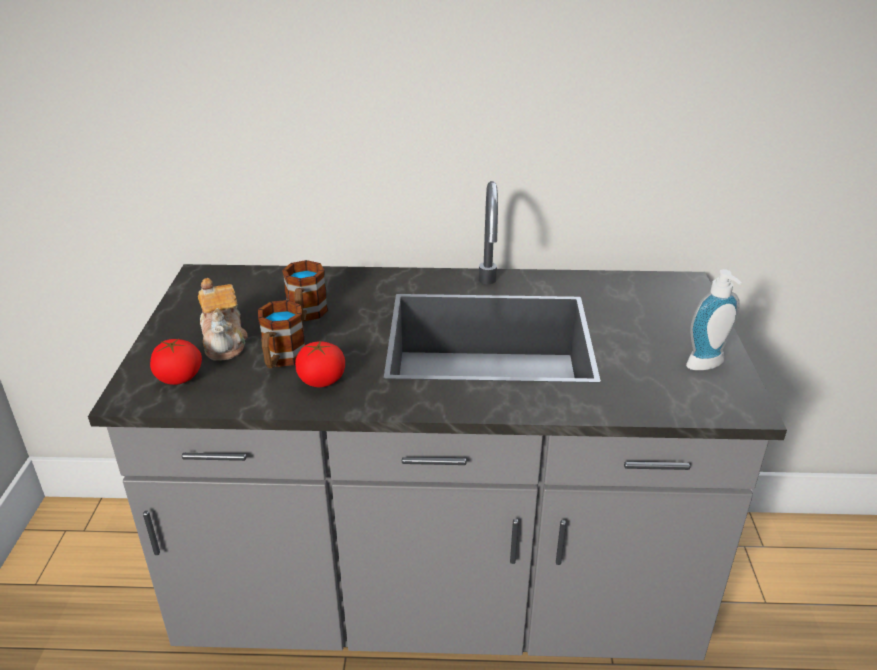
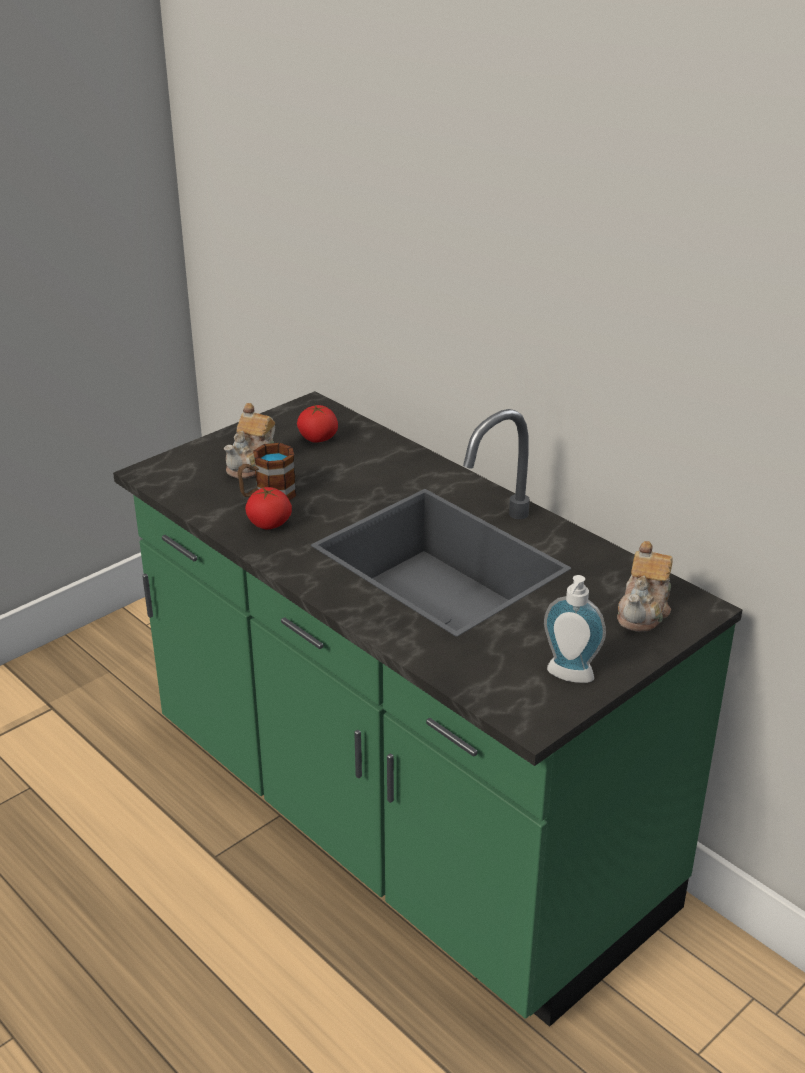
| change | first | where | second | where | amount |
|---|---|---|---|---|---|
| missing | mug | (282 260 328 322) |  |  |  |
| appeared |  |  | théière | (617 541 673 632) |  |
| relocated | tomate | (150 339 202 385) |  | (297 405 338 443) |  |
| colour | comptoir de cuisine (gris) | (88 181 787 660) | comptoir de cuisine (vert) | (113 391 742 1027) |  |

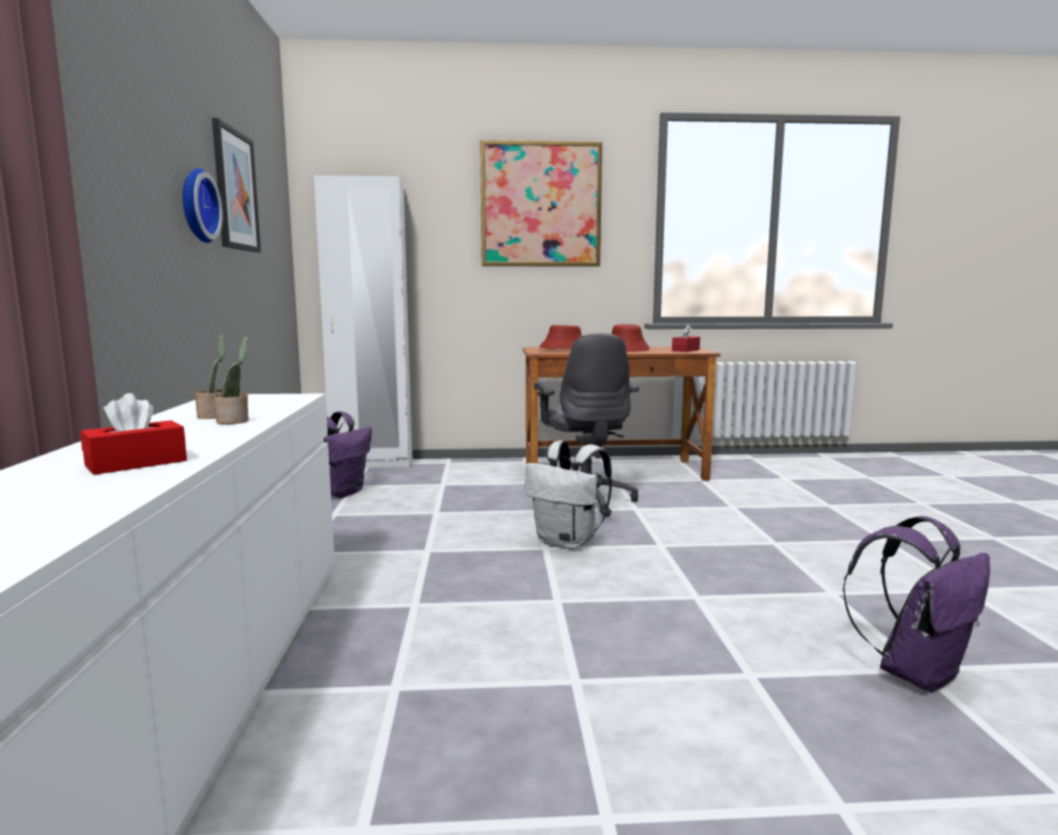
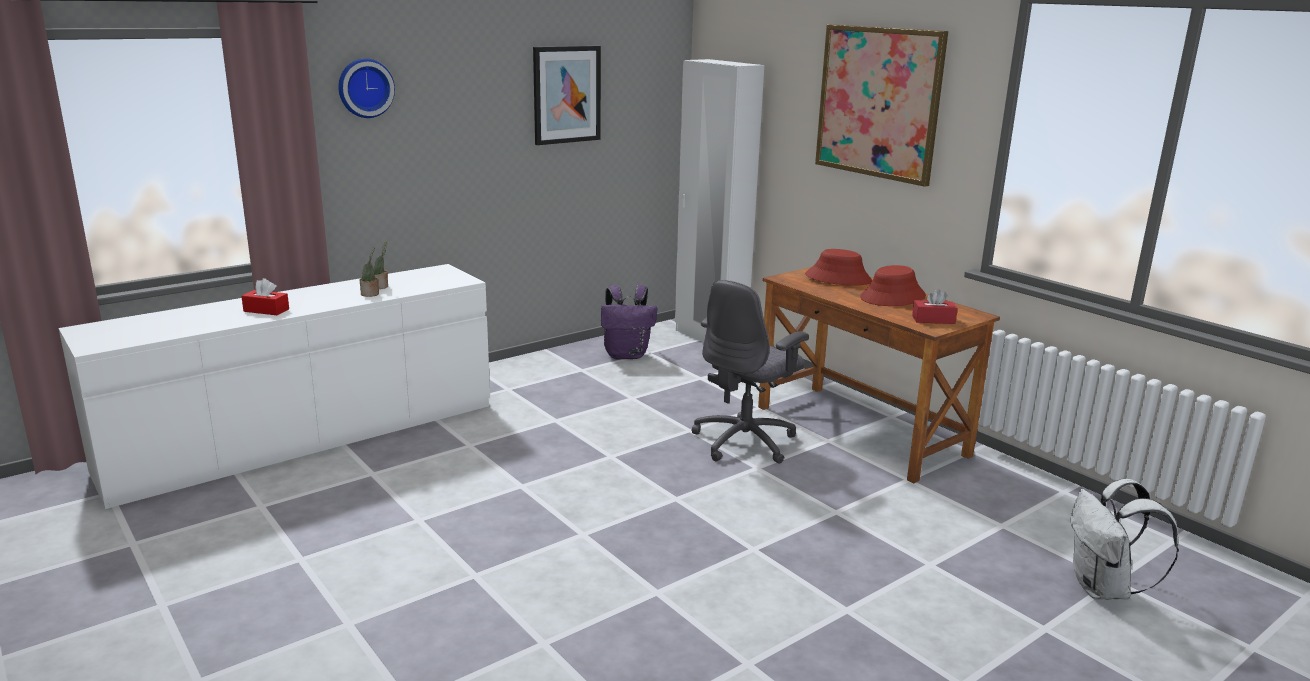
| change | first | where | second | where | amount |
|---|---|---|---|---|---|
| missing | sac à dos (violet) | (843 516 990 693) |  |  |  |
| relocated | horloge murale | (183 168 223 243) |  | (338 58 395 118) |  |
| relocated | sac à dos (blanc) | (524 440 612 550) |  | (1070 479 1179 600) |  |

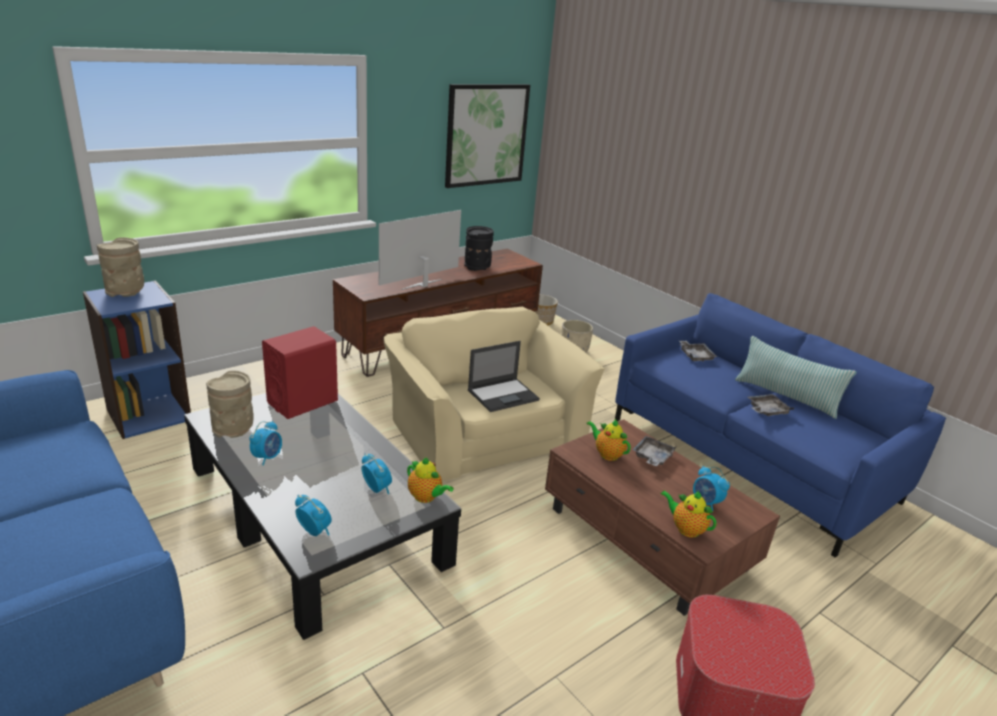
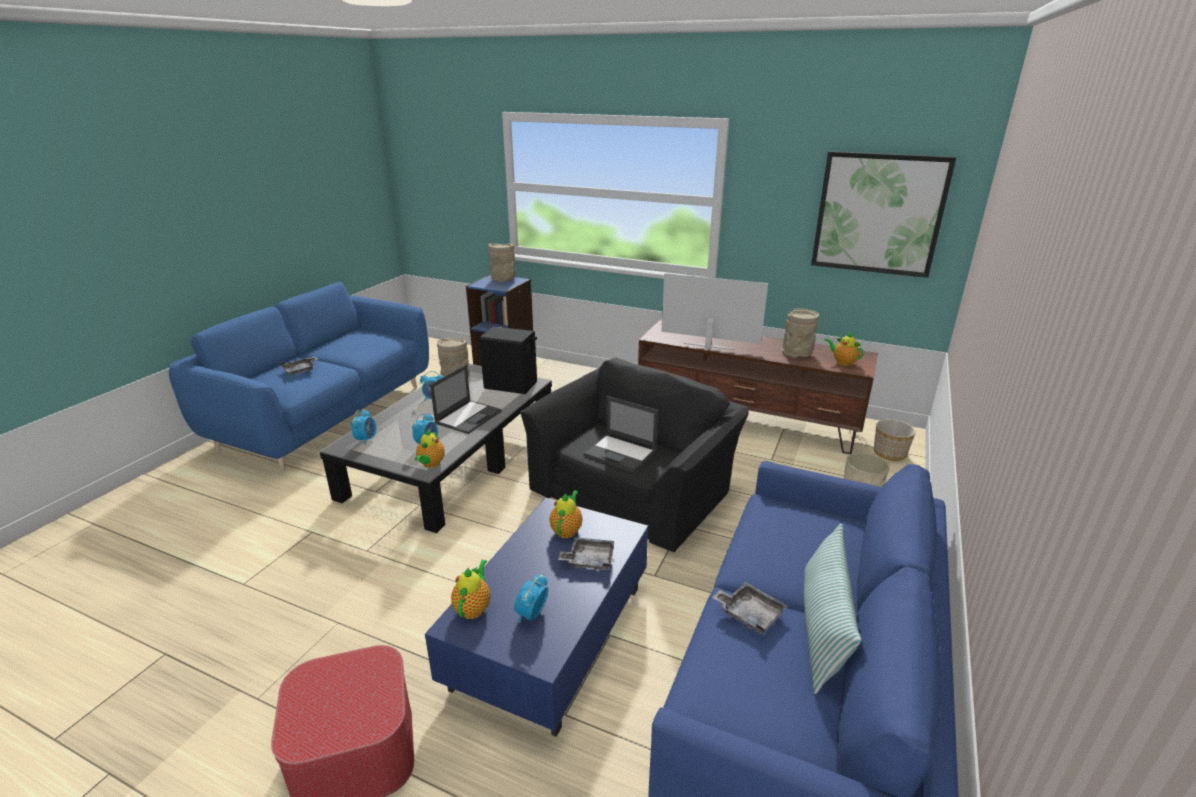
| change | first | where | second | where | amount |
|---|---|---|---|---|---|
| appeared |  |  | ordinateur portable | (430 365 502 434) |  |
| appeared |  |  | théière | (824 332 864 366) |  |
| relocated | plateau (gris) | (679 341 717 362) |  | (280 357 318 375) |  |
| colour | enceinte (rouge) | (262 326 338 419) | enceinte (noir) | (479 327 537 394) |  |
| colour | fauteuil (beige) | (384 307 605 481) | fauteuil (noir) | (520 358 749 552) |  |
| colour | vase (noir) | (464 226 494 271) | vase (beige) | (782 308 819 358) |  |
| colour | table basse (marron) | (545 419 780 616) | table basse (bleu) | (425 498 648 737) |  |

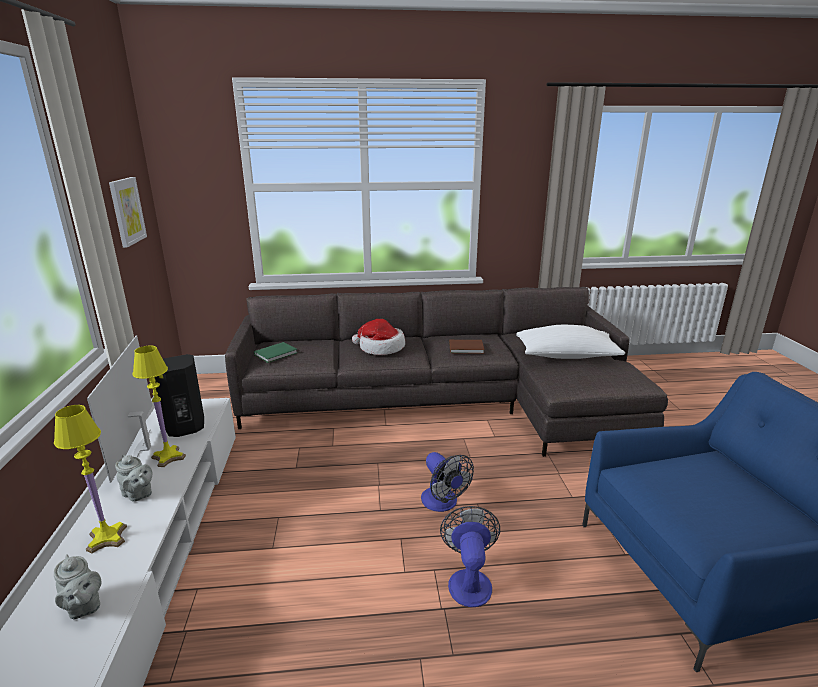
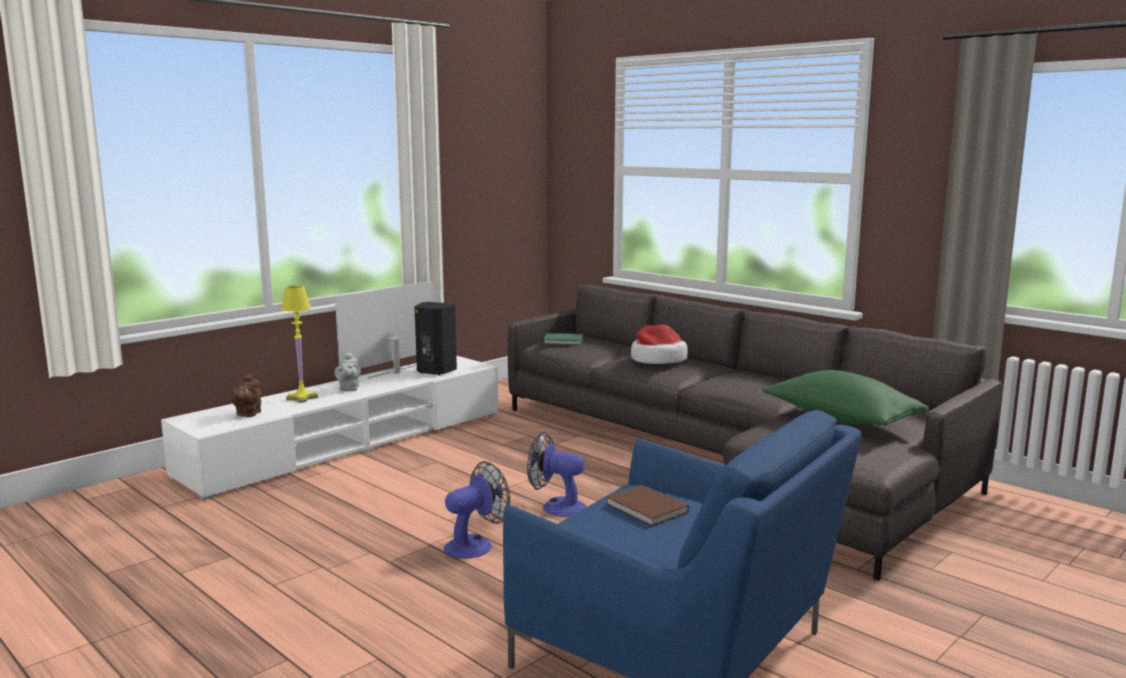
| change | first | where | second | where | amount |
|---|---|---|---|---|---|
| missing | tableau | (109 177 147 248) |  |  |  |
| missing | lampe de table (jaune) | (132 346 186 467) |  |  |  |
| relocated | livre (marron) | (449 340 484 354) |  | (606 485 689 526) |  |
| colour | théière (gris) | (54 554 102 620) | théière (marron) | (230 374 261 417) |  |
| colour | coussin (blanc) | (516 325 625 359) | coussin (vert) | (762 370 929 426) |  |
| spun | ventilateur | (421 452 474 512) |  | (527 432 586 517) | 90 degrees clockwise |

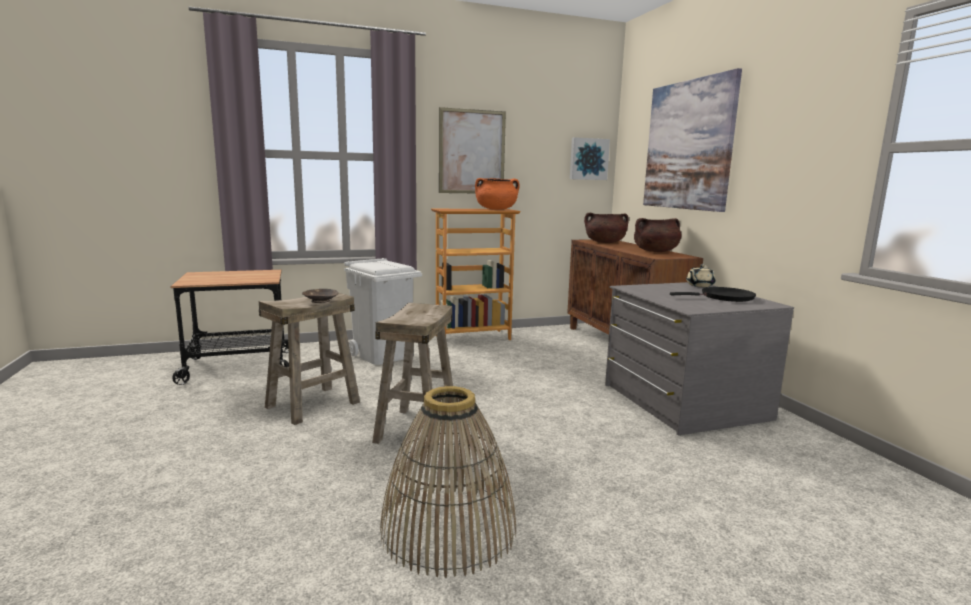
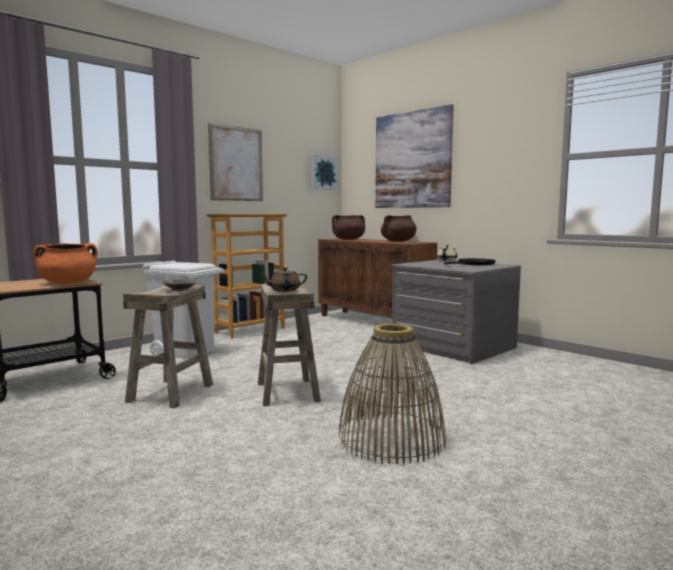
| change | first | where | second | where | amount |
|---|---|---|---|---|---|
| appeared |  |  | théière (marron) | (260 267 307 292) |  |
| relocated | marmite (orange) | (475 178 520 210) |  | (33 243 98 284) |  |

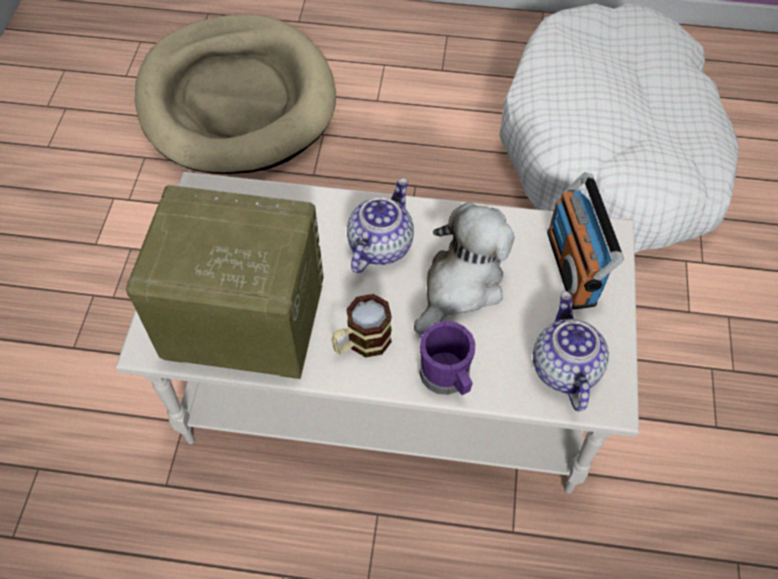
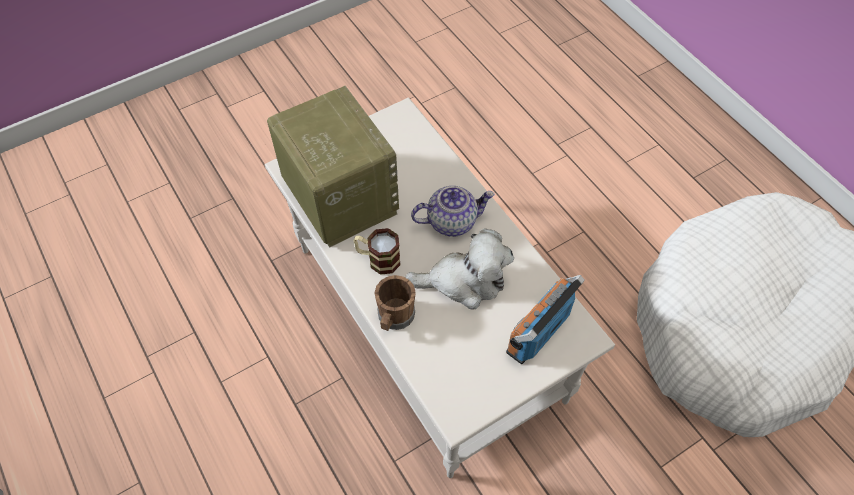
| change | first | where | second | where | amount |
|---|---|---|---|---|---|
| missing | panier pour chien (beige) | (135 14 336 174) |  |  |  |
| missing | théière | (533 291 609 411) |  |  |  |
| colour | mug (violet) | (420 321 475 395) | mug (marron) | (375 275 416 331) |  |

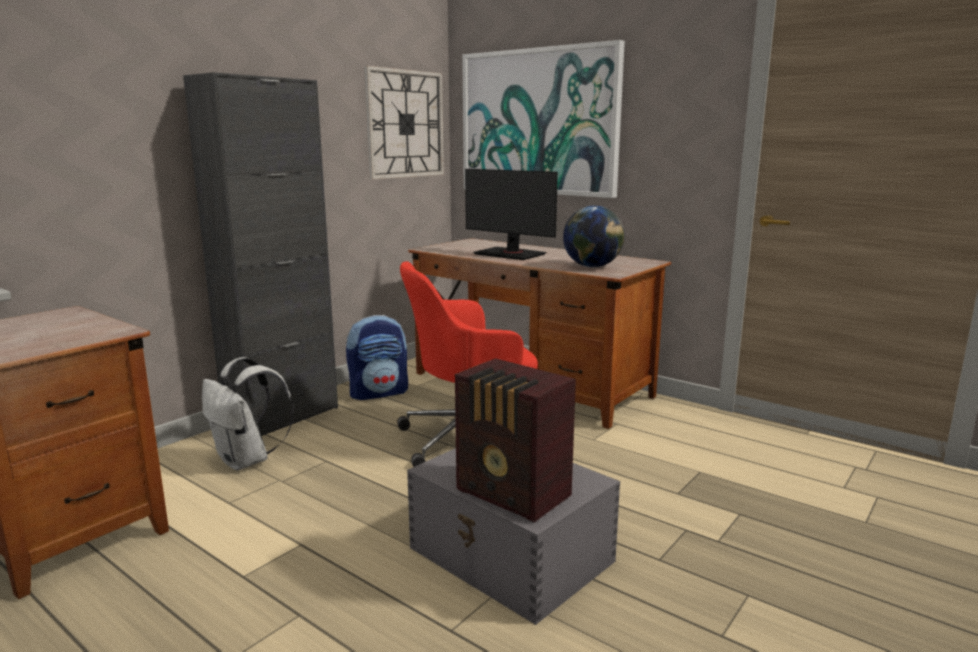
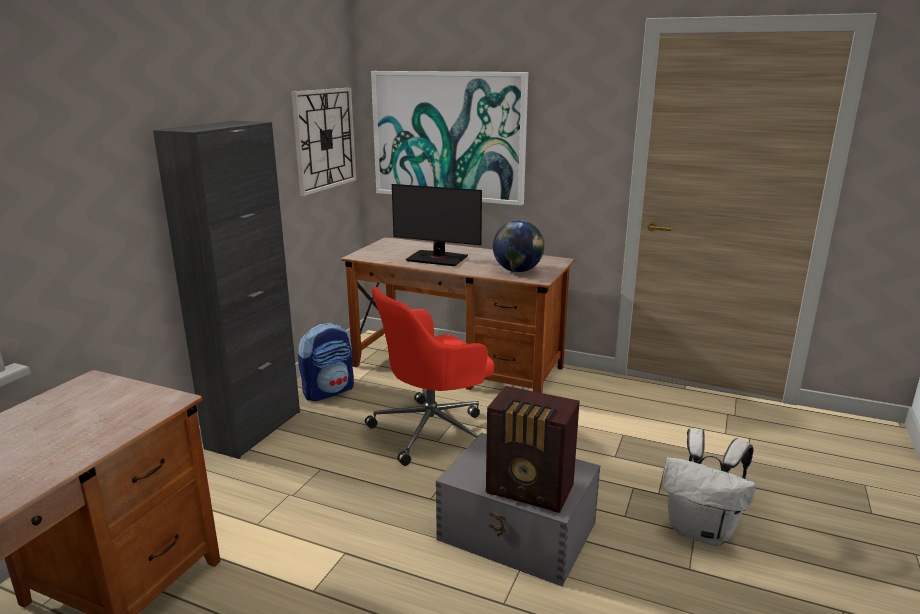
| change | first | where | second | where | amount |
|---|---|---|---|---|---|
| relocated | sac à dos (blanc) | (202 357 294 471) |  | (662 428 756 546) |  |

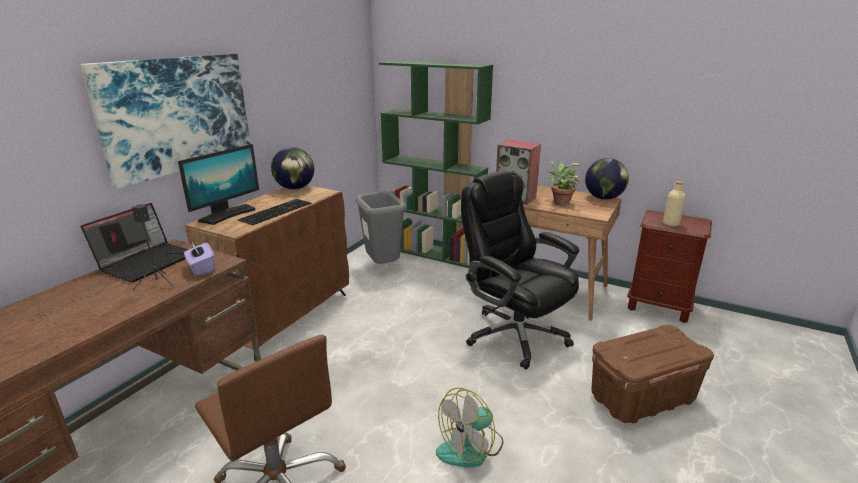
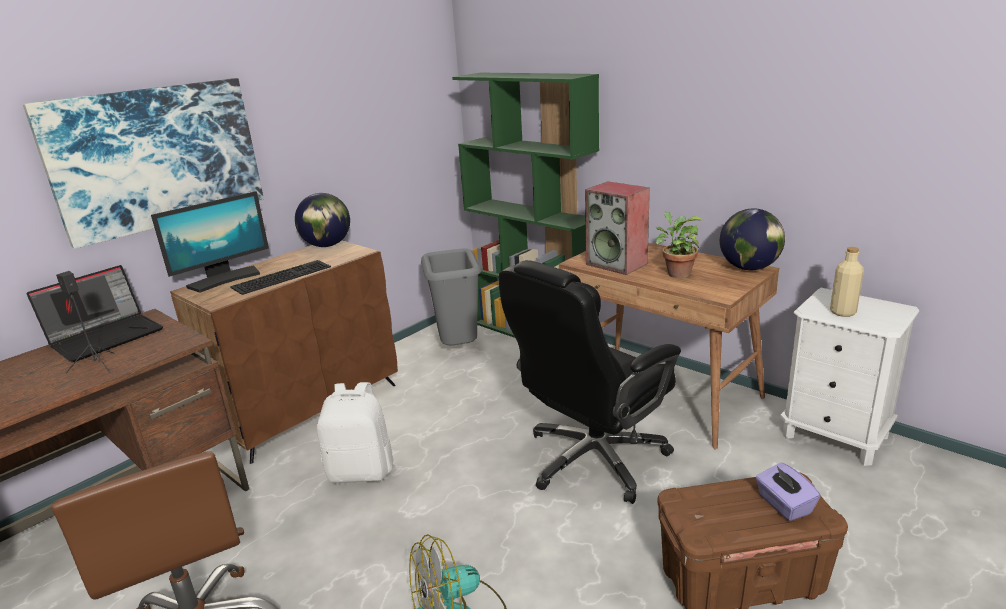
| change | first | where | second | where | amount |
|---|---|---|---|---|---|
| appeared |  |  | sac à dos (blanc) | (317 382 393 483) |  |
| relocated | boîte à mouchoirs (violet) | (184 242 215 276) |  | (755 462 821 521) |  |
| colour | table de chevet (marron) | (627 210 712 323) | table de chevet (blanc) | (780 288 919 466) |  |
| spun | chaise de bureau (noir) | (461 171 579 369) |  | (499 260 681 504) | 105 degrees counterclockwise |

